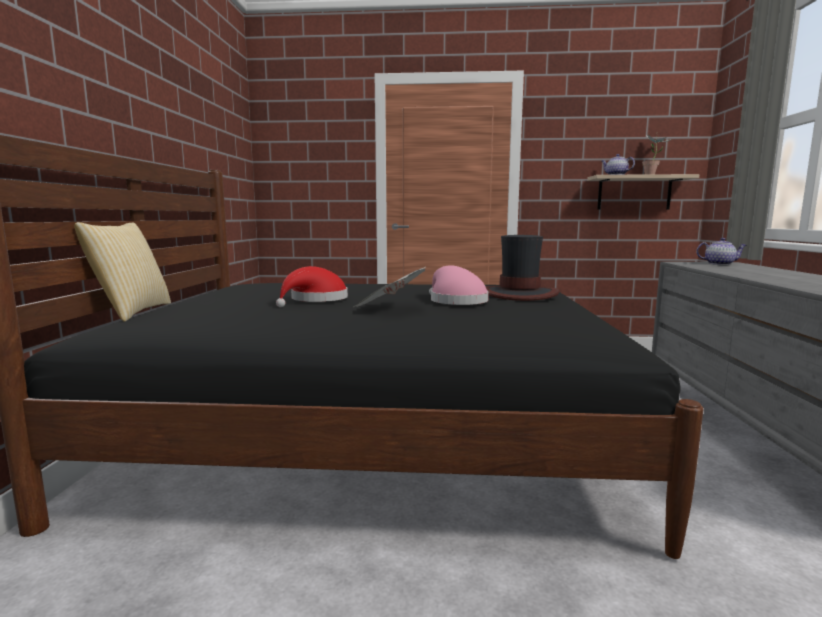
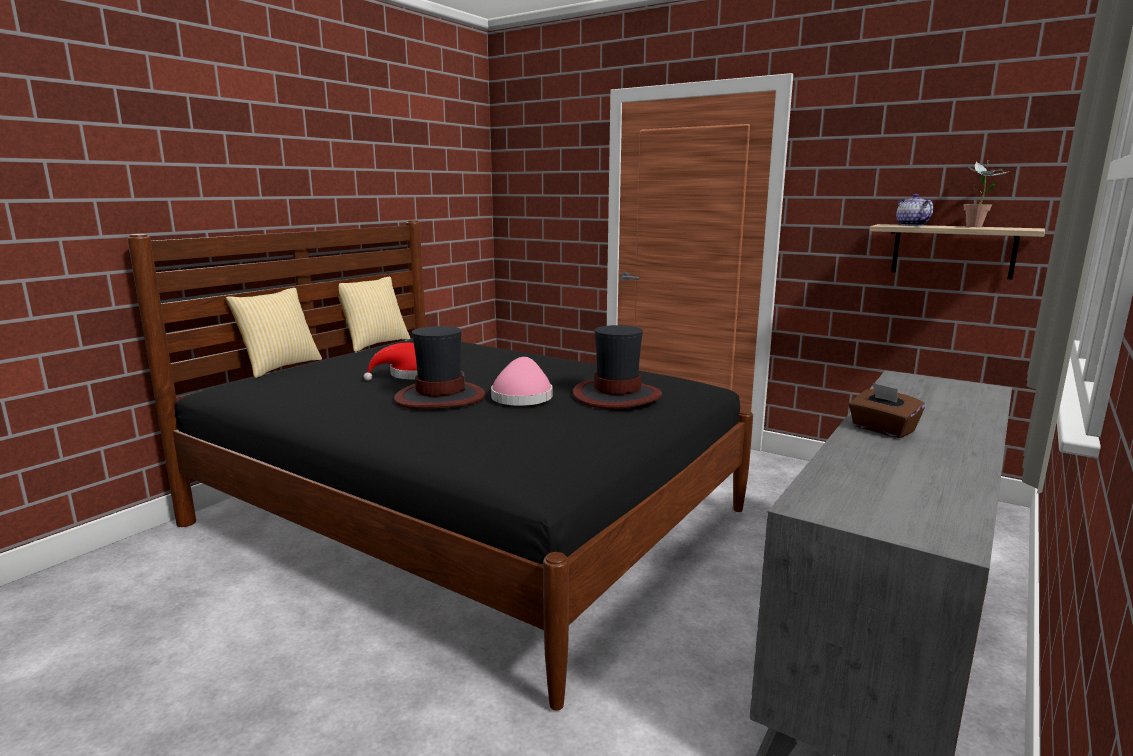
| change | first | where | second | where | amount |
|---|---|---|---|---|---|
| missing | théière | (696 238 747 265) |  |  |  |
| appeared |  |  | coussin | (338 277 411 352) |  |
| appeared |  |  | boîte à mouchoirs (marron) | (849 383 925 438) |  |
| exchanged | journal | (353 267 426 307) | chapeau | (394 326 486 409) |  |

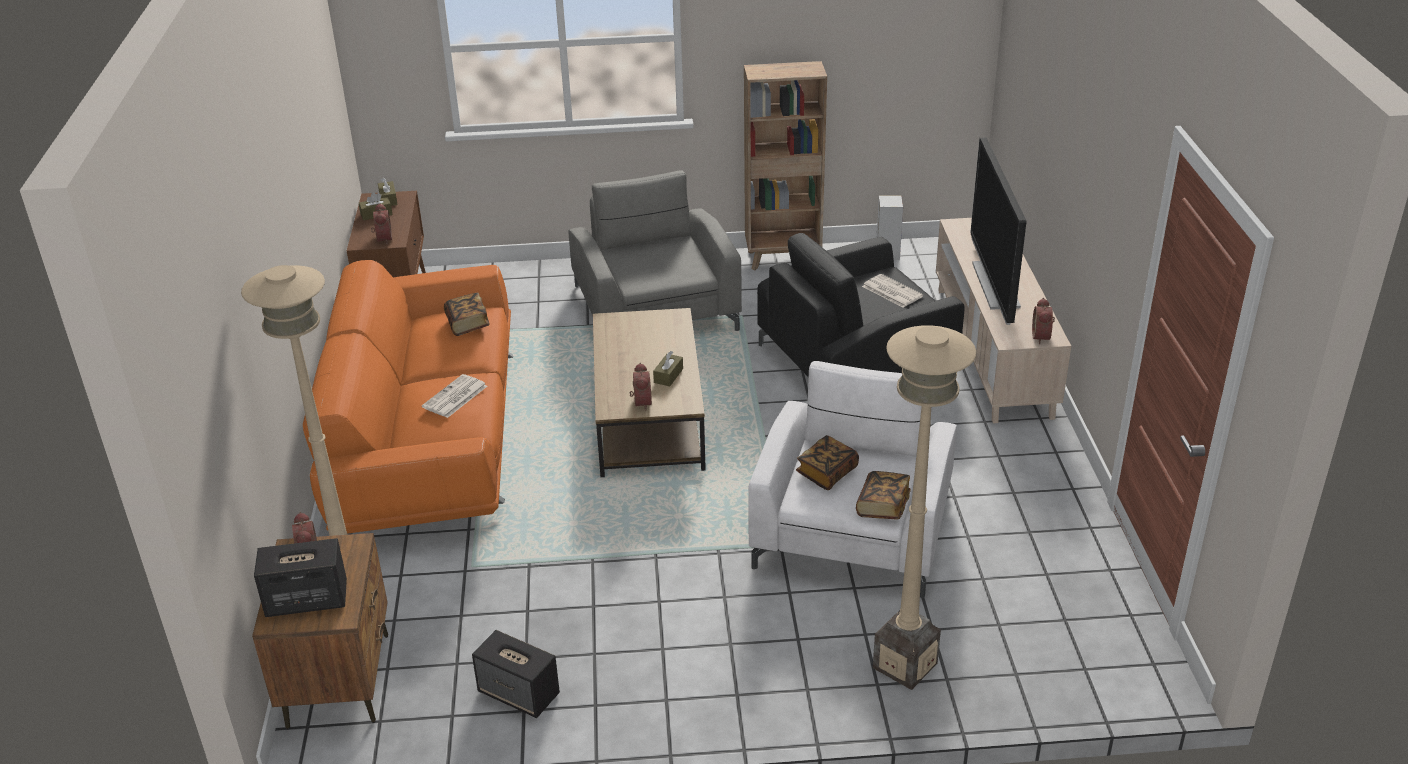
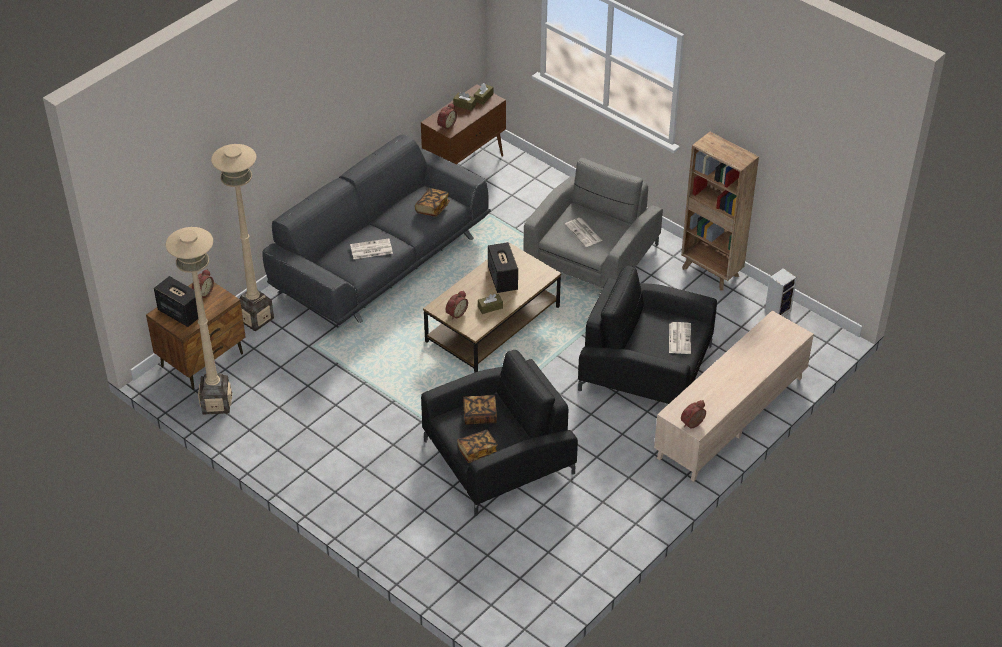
| change | first | where | second | where | amount |
|---|---|---|---|---|---|
| missing | téléviseur | (971 138 1026 325) |  |  |  |
| appeared |  |  | journal | (565 218 602 247) |  |
| relocated | enceinte | (472 630 560 718) |  | (488 242 518 293) |  |
| relocated | lampadaire (beige) | (873 325 976 690) |  | (166 227 232 414) |  |
| colour | canapé (orange) | (303 260 513 535) | canapé (gris) | (262 135 491 325) |  |
| colour | fauteuil (blanc) | (748 361 957 598) | fauteuil (noir) | (421 350 578 516) |  |

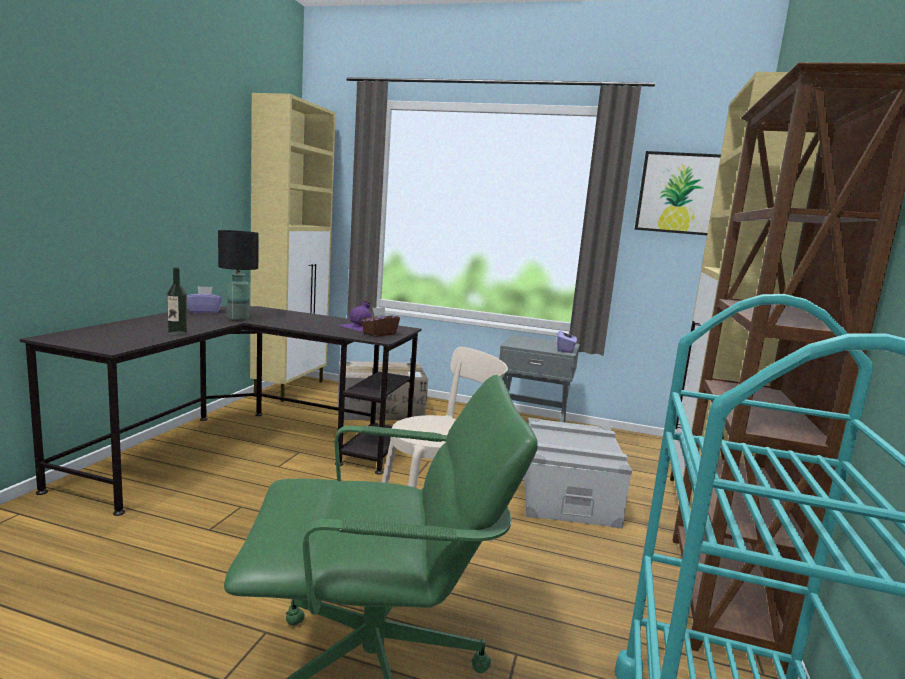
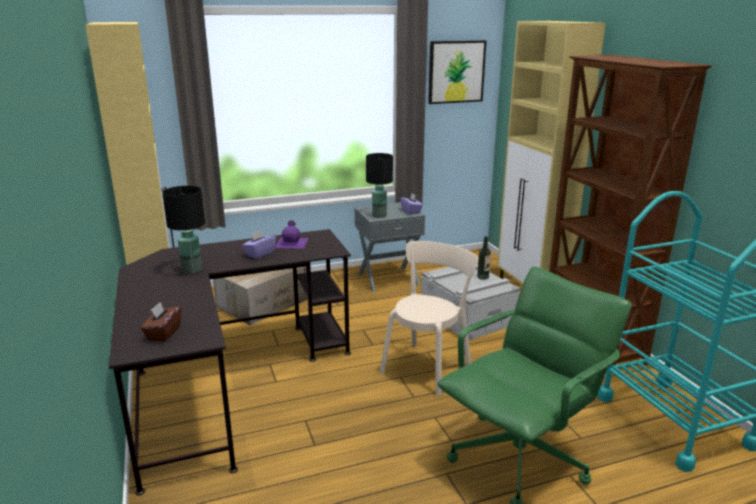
| change | first | where | second | where | amount |
|---|---|---|---|---|---|
| appeared |  |  | lampe de table (noir) | (366 153 393 218) |  |
| relocated | bouteille | (167 267 188 336) |  | (477 236 491 280) |  |
| relocated | boîte à mouchoirs (violet) | (187 286 223 313) |  | (242 230 276 259) |  |
| relocated | boîte à mouchoirs (marron) | (361 307 400 337) |  | (141 302 181 341) |  |

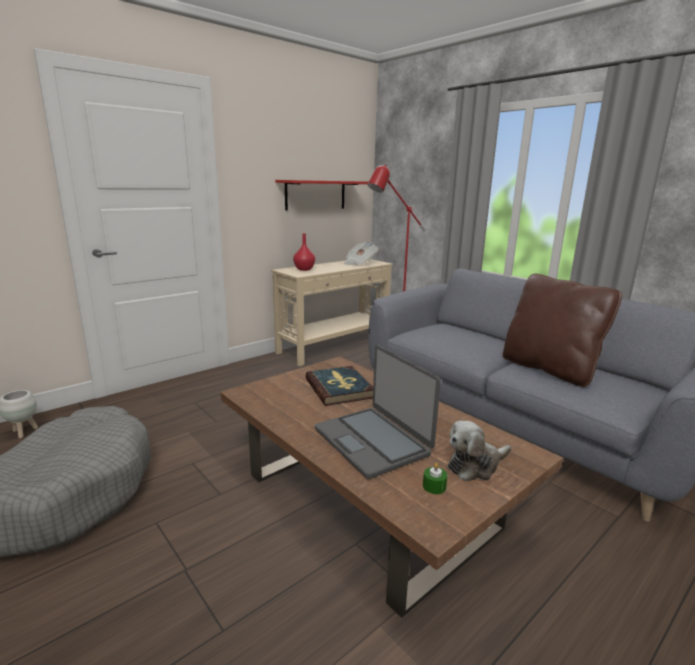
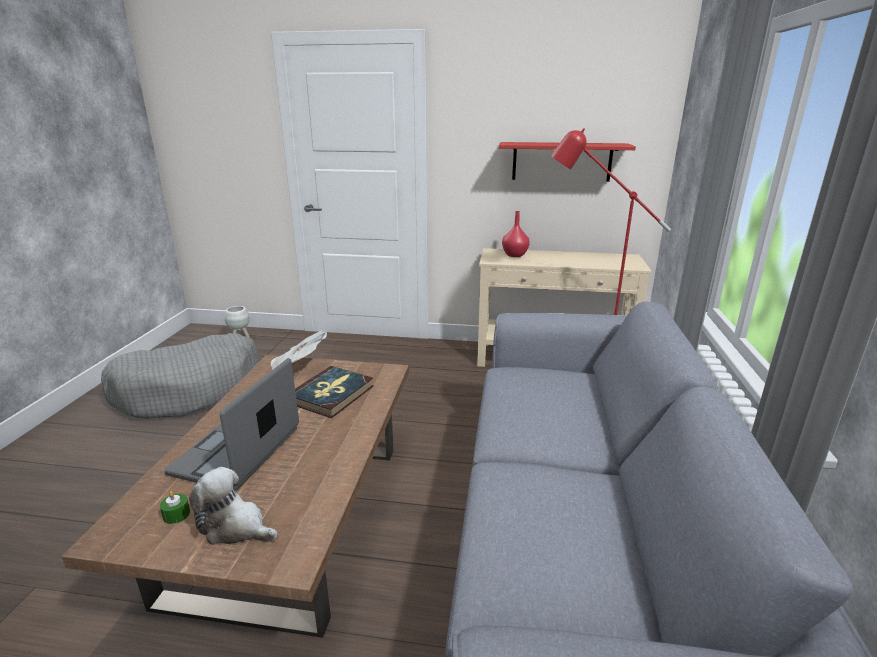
| change | first | where | second | where | amount |
|---|---|---|---|---|---|
| missing | coussin (marron) | (503 274 622 387) |  |  |  |
| relocated | journal | (344 242 378 265) |  | (271 330 327 370) |  |

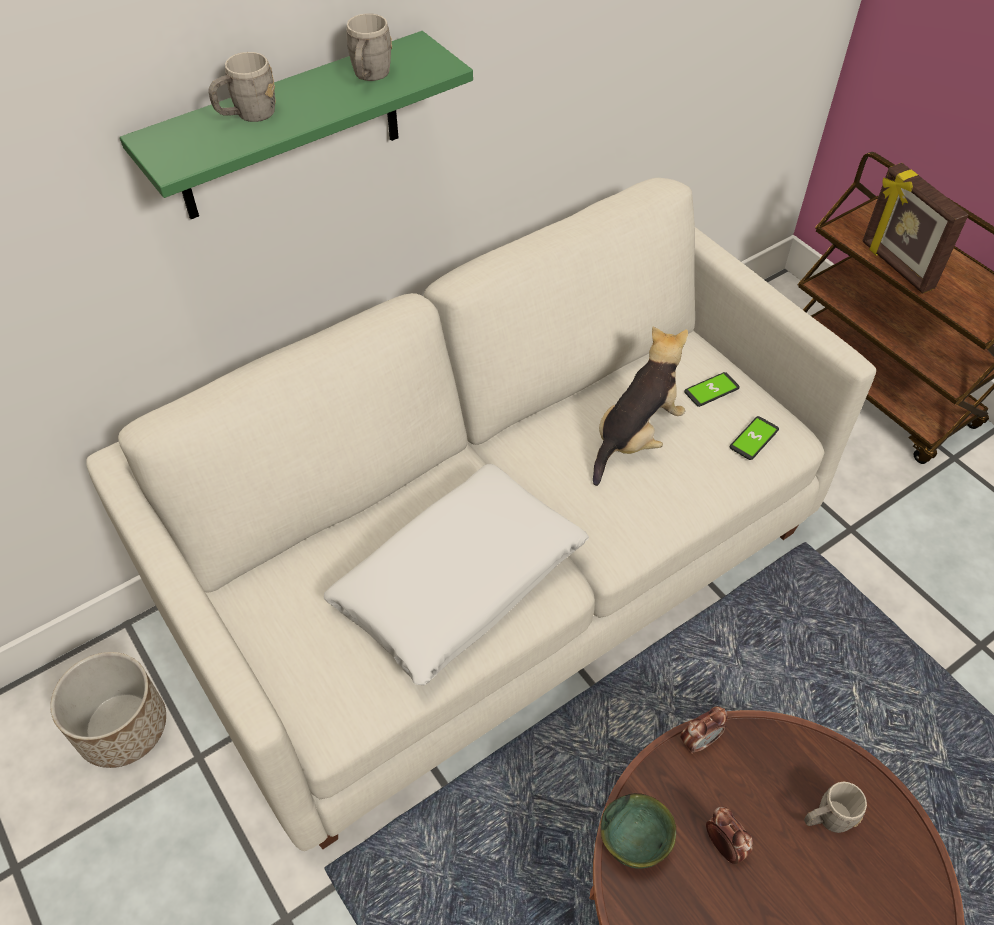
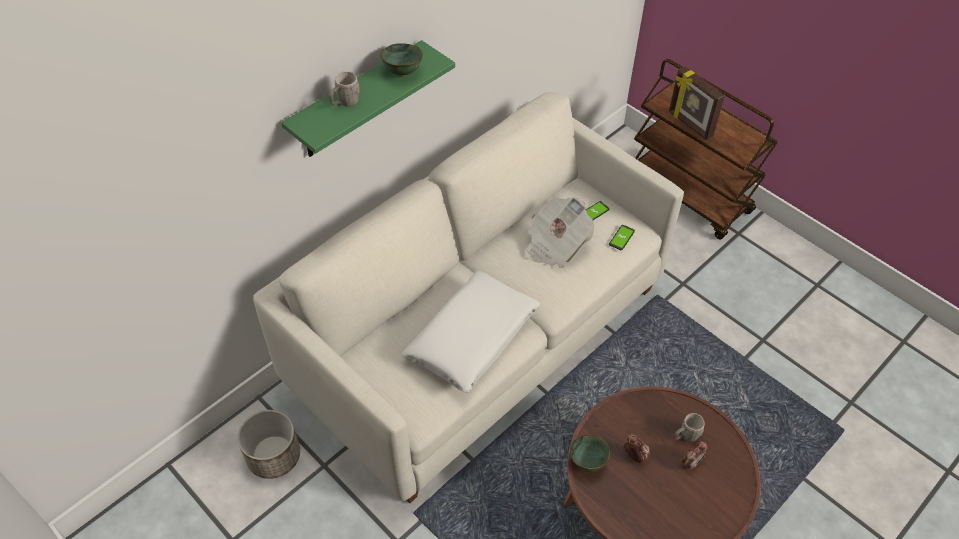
| change | first | where | second | where | amount |
|---|---|---|---|---|---|
| relocated | réveil | (680 706 728 754) |  | (682 441 707 470) |  |
| exchanged | mug (gris) | (347 14 392 81) | bol (vert) | (381 43 423 77) |  |
| exchanged | peluche | (593 326 688 486) | journal | (525 197 594 268) |  |

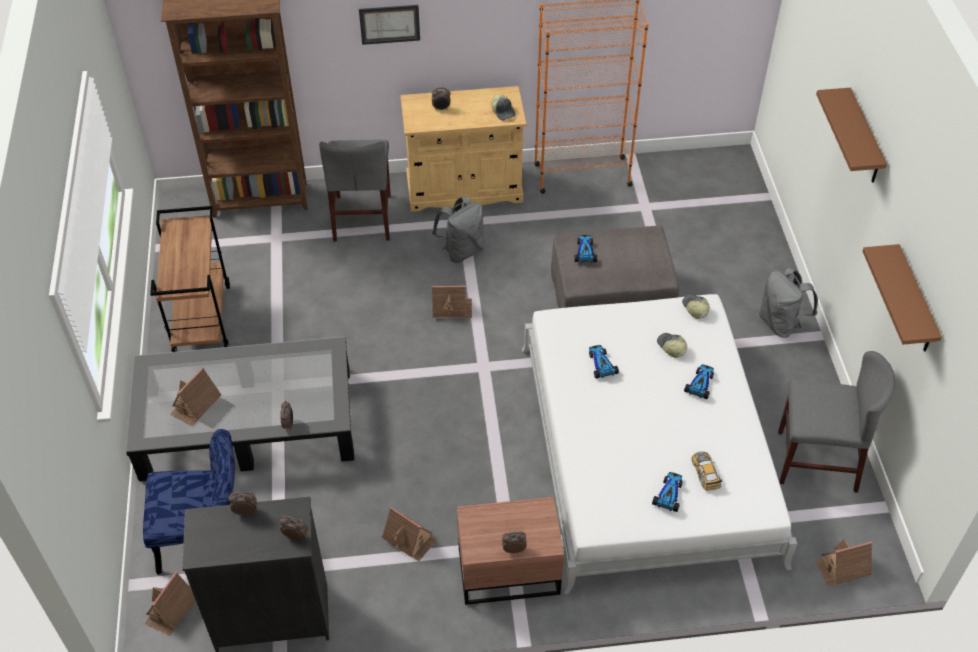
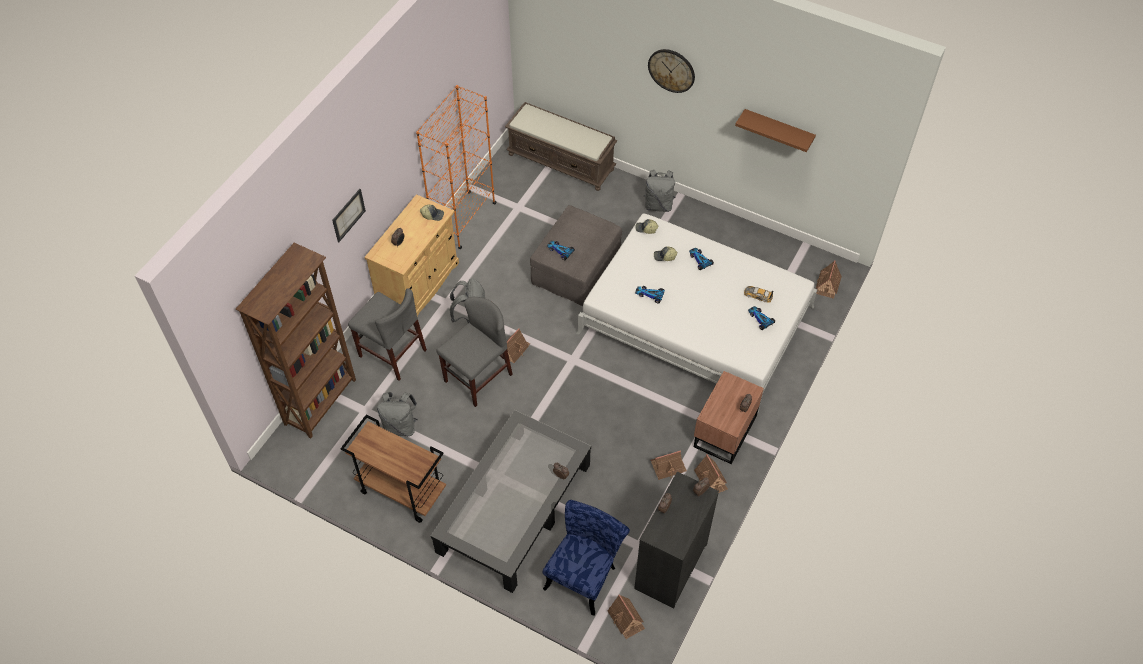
| change | first | where | second | where | amount |
|---|---|---|---|---|---|
| appeared |  |  | sac à dos (gris) | (377 392 418 436) |  |
| appeared |  |  | banc (marron) | (505 102 617 191) |  |
| relocated | maison miniature | (170 367 221 426) |  | (694 454 728 493) |  |
| relocated | chaise (gris) | (778 351 895 493) |  | (436 297 513 407) |  |
| exchanged | étagère (marron) | (816 88 887 183) | horloge murale | (648 49 695 93) |  |

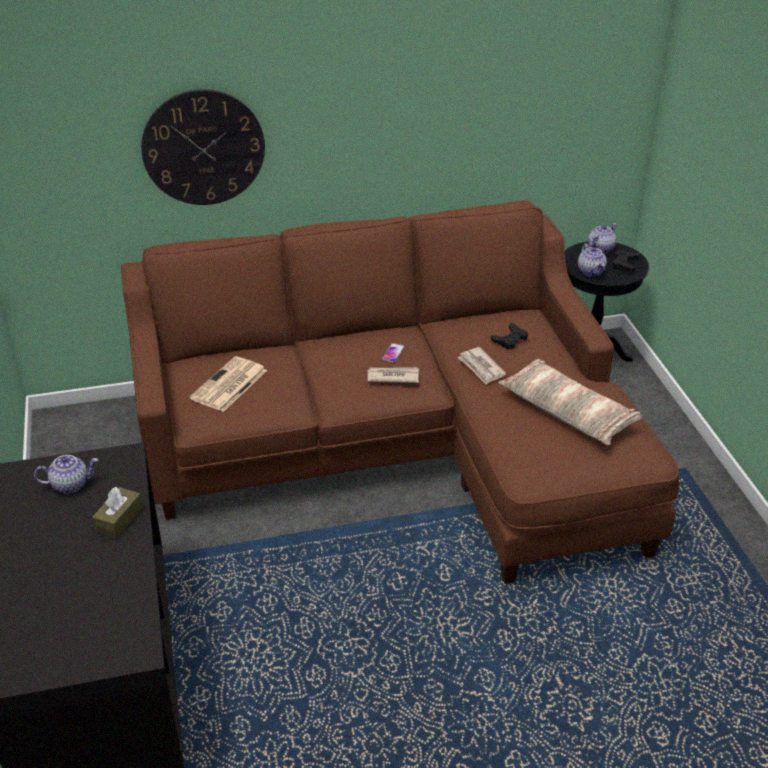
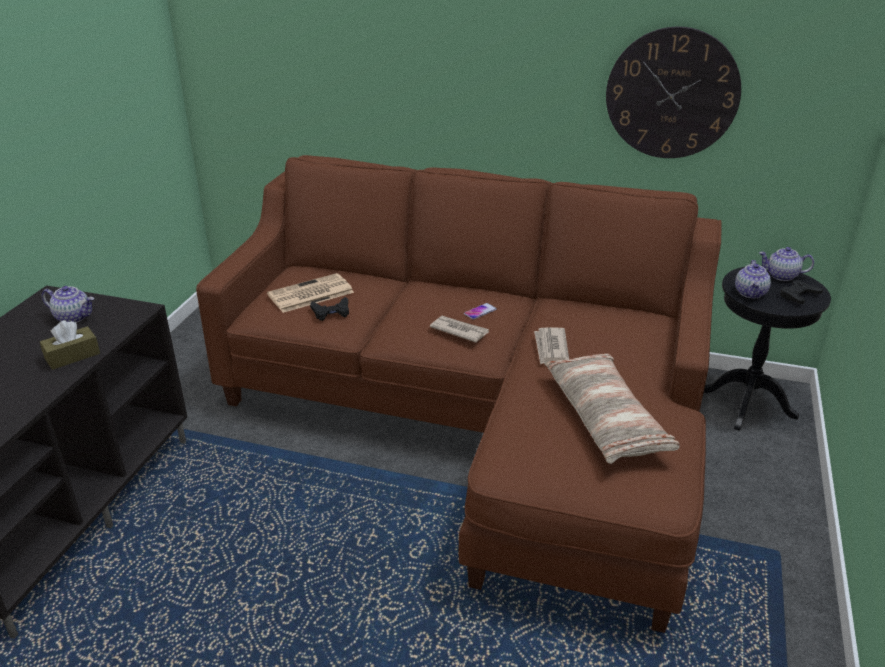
| change | first | where | second | where | amount |
|---|---|---|---|---|---|
| relocated | horloge murale | (141 89 265 205) |  | (606 26 741 158) |  |
| relocated | manette (noir) | (491 323 528 350) |  | (310 297 349 321) |  |
| spun | théière | (588 223 617 254) |  | (759 247 814 281) | 150 degrees counterclockwise |

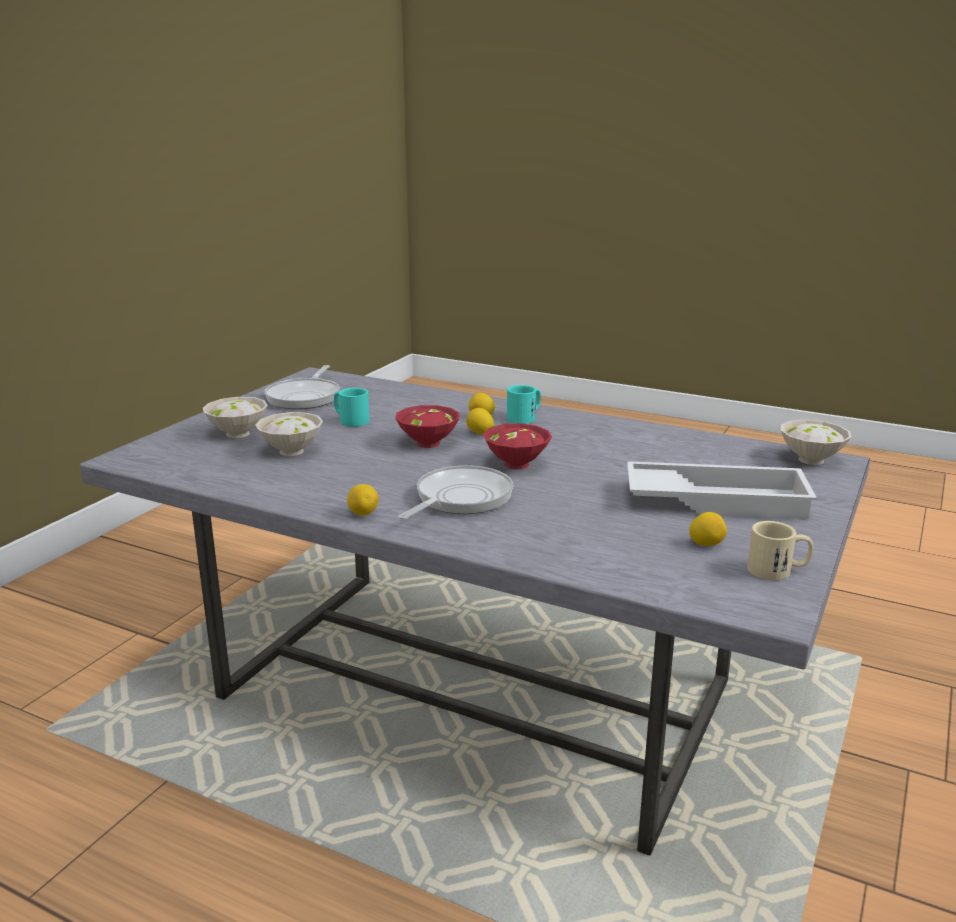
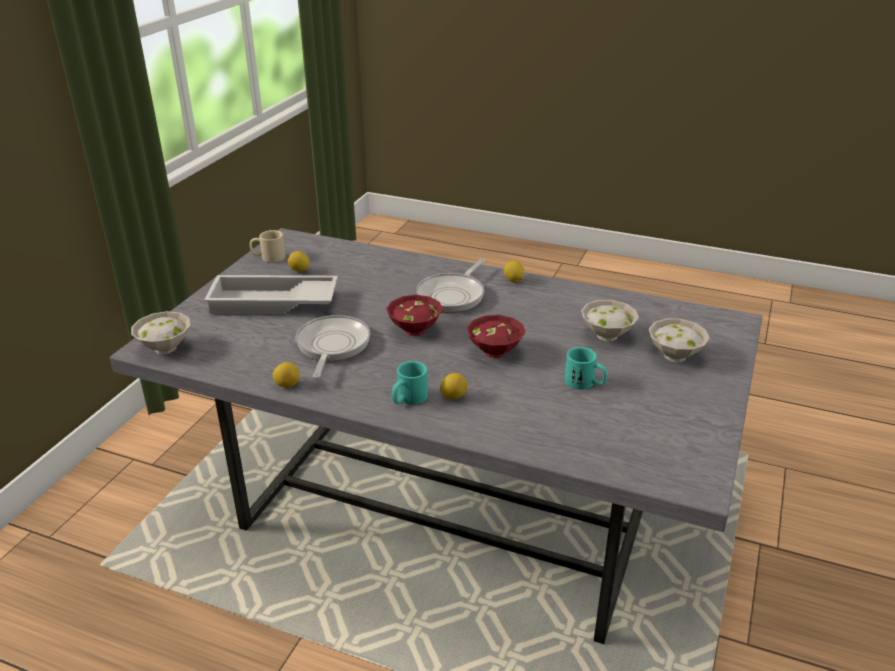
| change | first | where | second | where | amount |
|---|---|---|---|---|---|
| relocated | poêle | (264 365 340 409) |  | (296 315 370 378) |  |
| relocated | citron | (466 408 494 434) |  | (273 362 299 387) |  |

